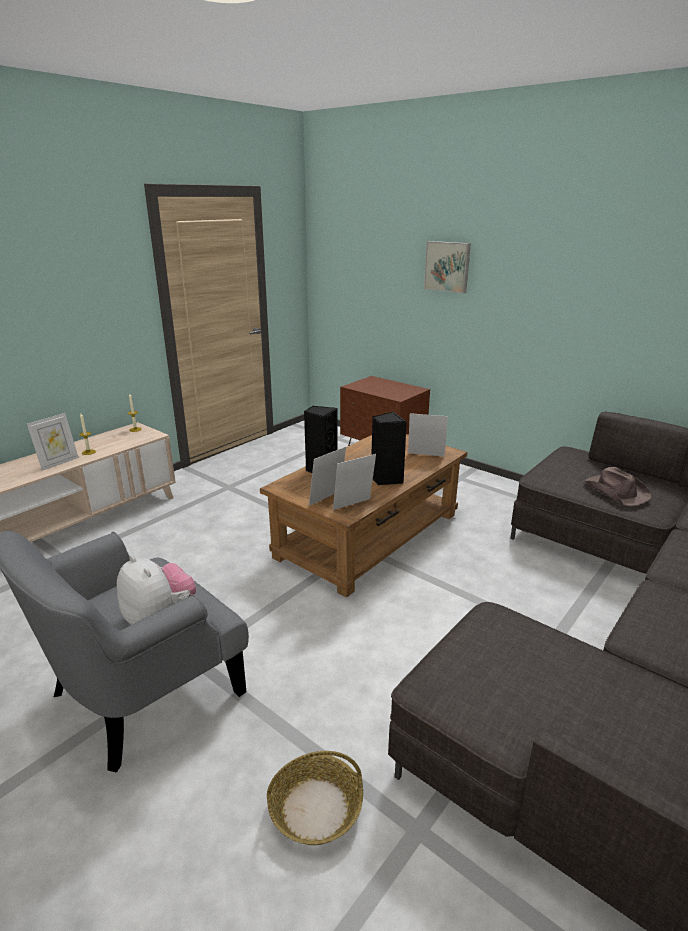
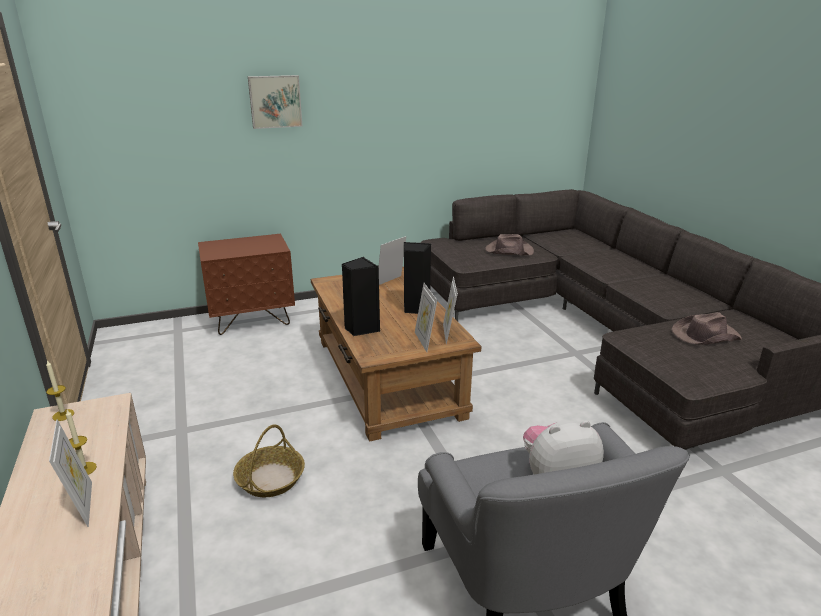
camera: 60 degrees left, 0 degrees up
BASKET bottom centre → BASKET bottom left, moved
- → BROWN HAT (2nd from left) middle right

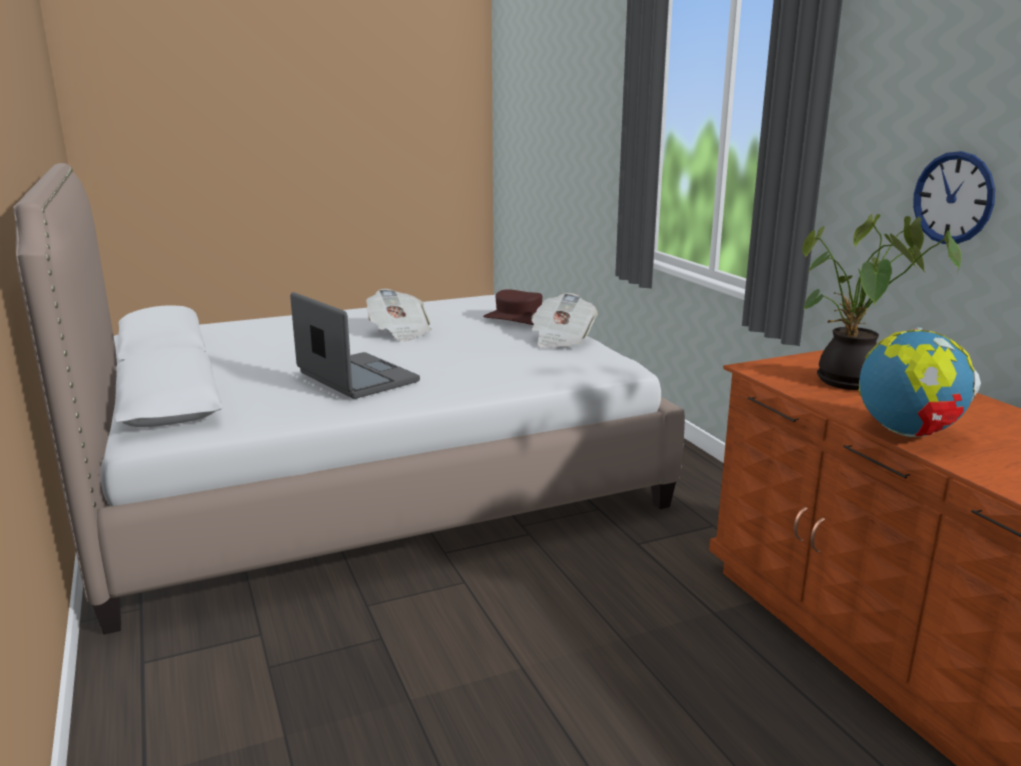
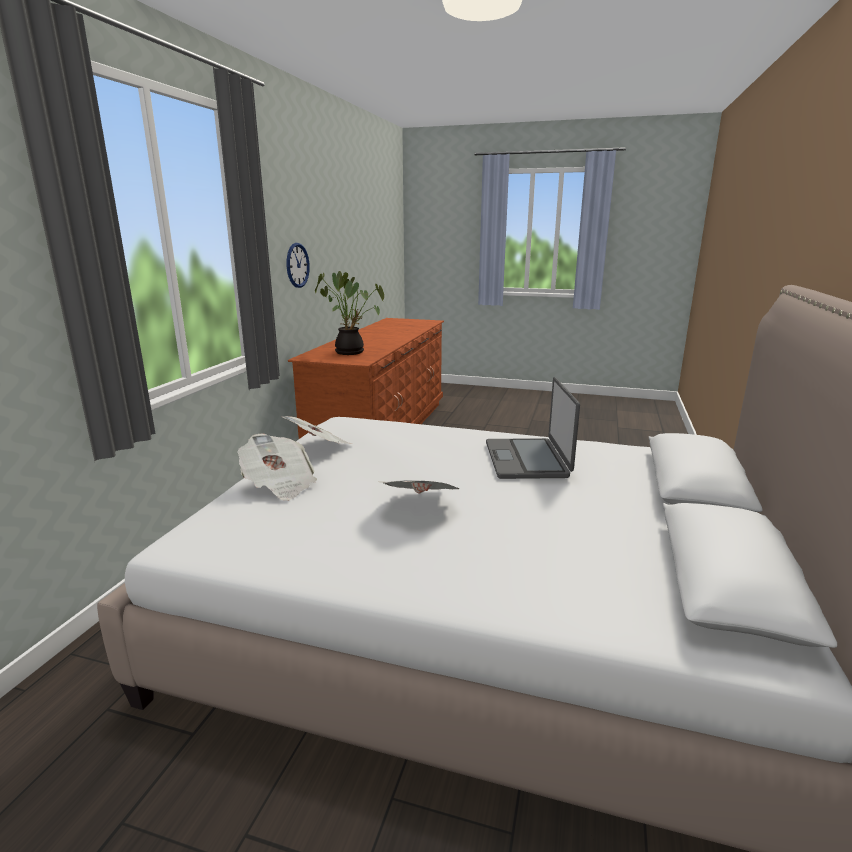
camera: 140 degrees left, 0 degrees up
BROWN HAT centre → NEWSPAPER (1st from left) middle left
GLOBE middle right → -

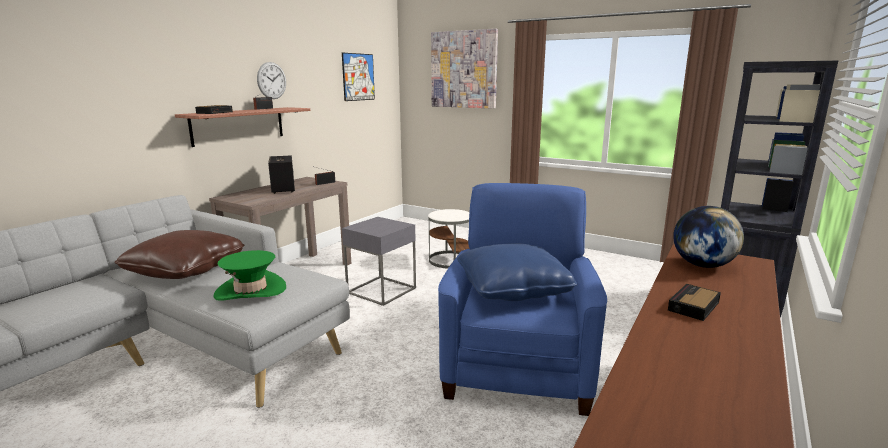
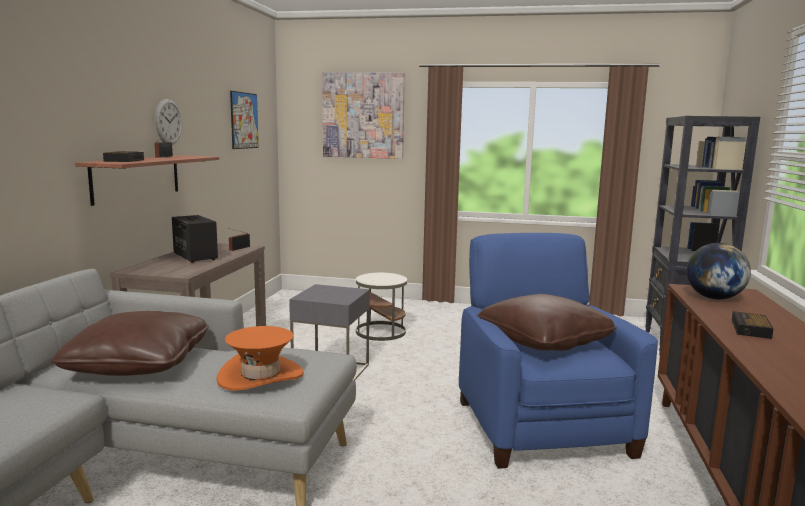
camera: 20 degrees left, 5 degrees down
BLUE PILLOW centre → BROWN PILLOW (2nd from left) middle right
GREEN HAT middle left → ORANGE HAT bottom left

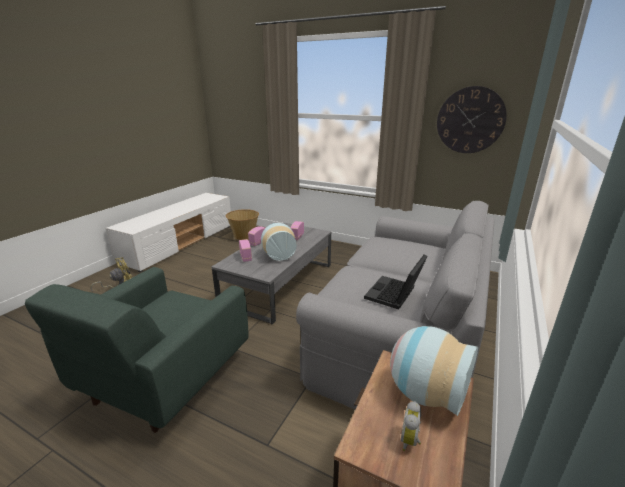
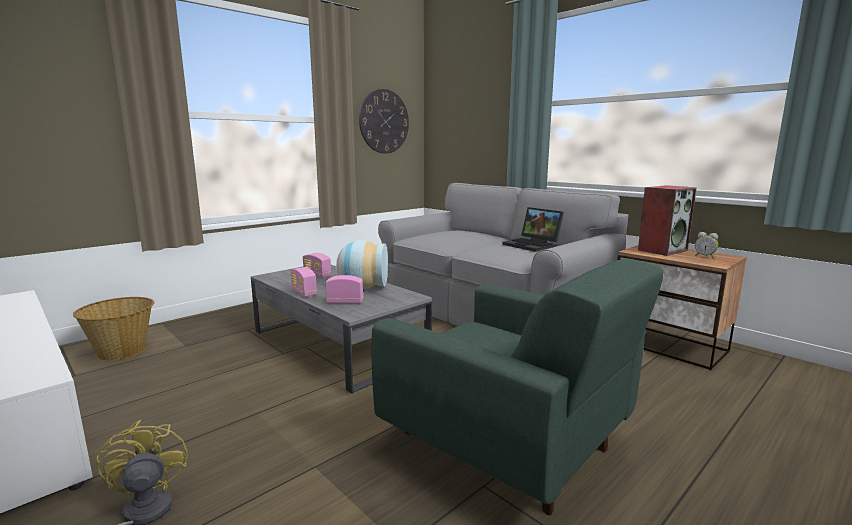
camera: 70 degrees left, 10 degrees down
VASE (2nd from left) bottom right → SPEAKER middle right

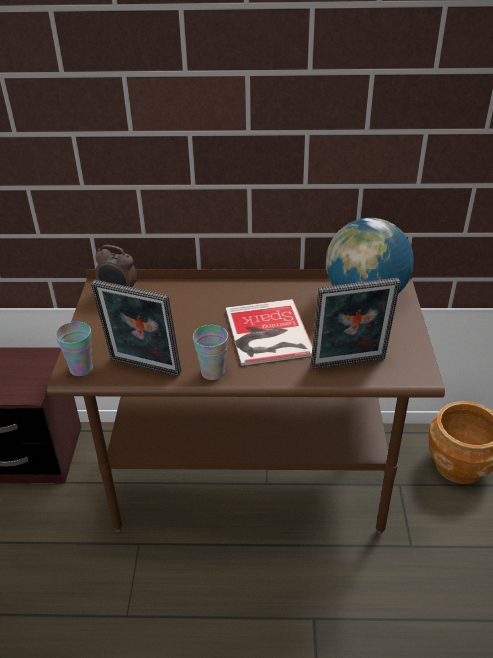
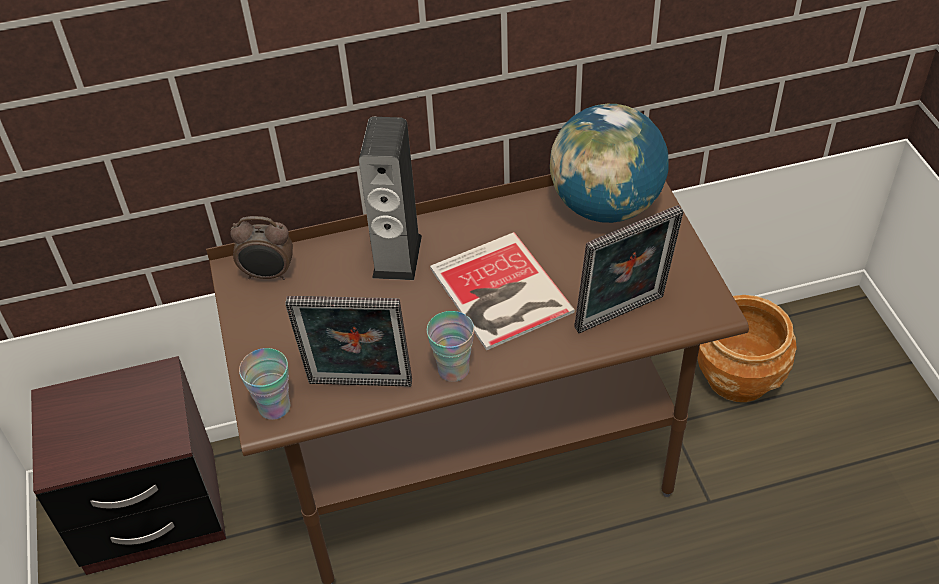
camera: 15 degrees left, 10 degrees up
- → SPEAKER centre

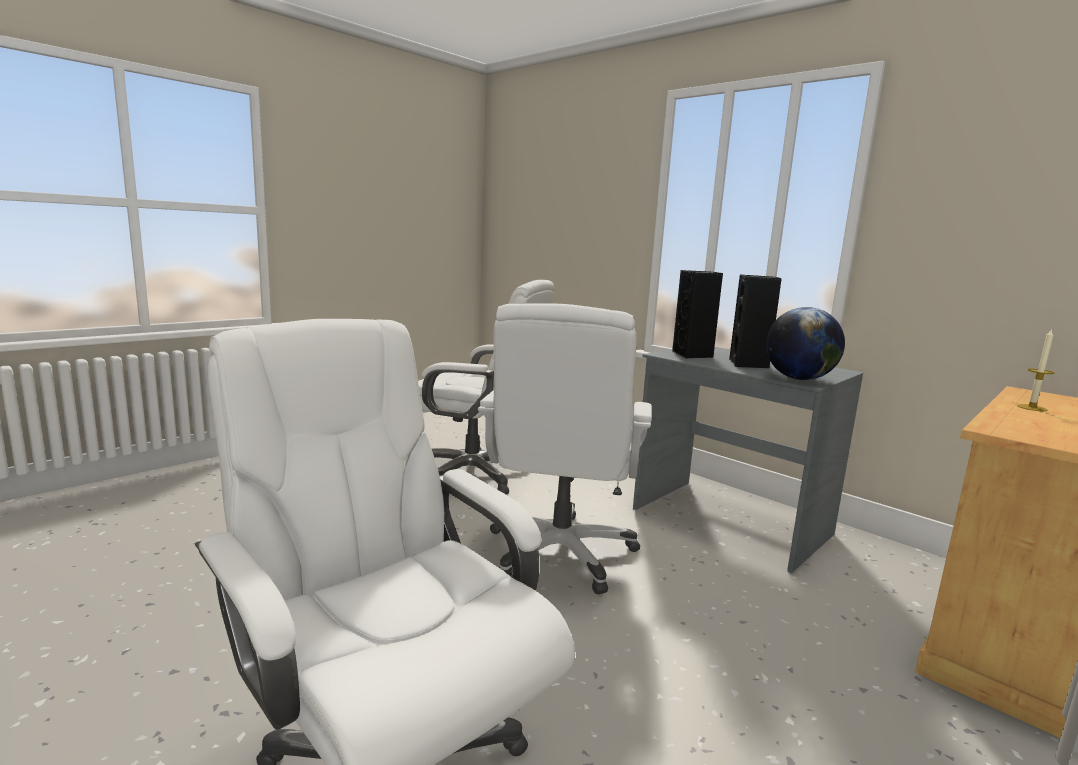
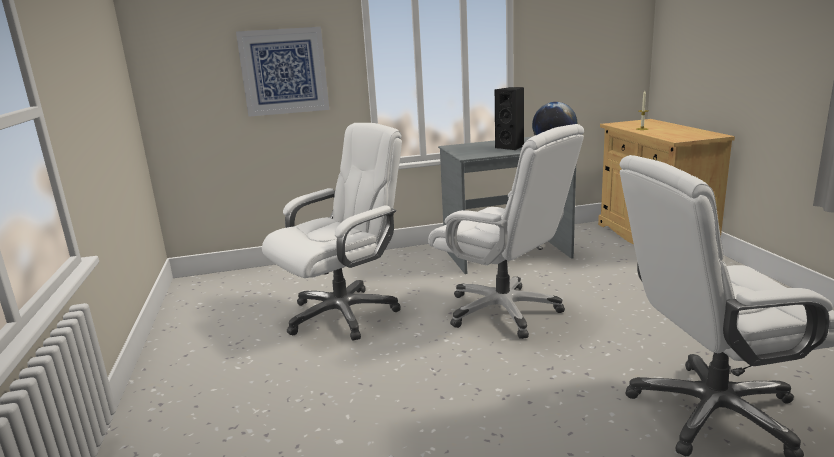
camera: 55 degrees left, 5 degrees up
BLACK SPEAKER (1st from left) centre → -
- → PICTURE top centre

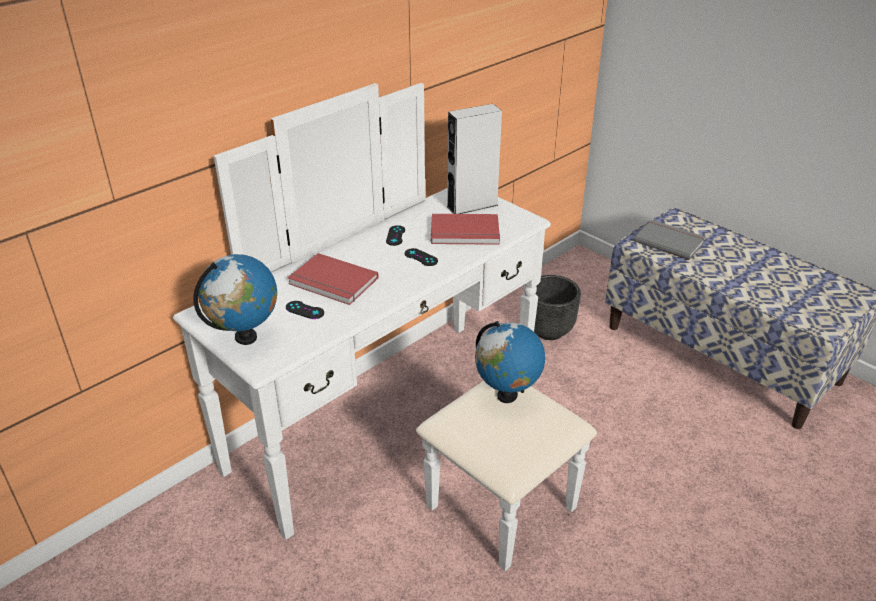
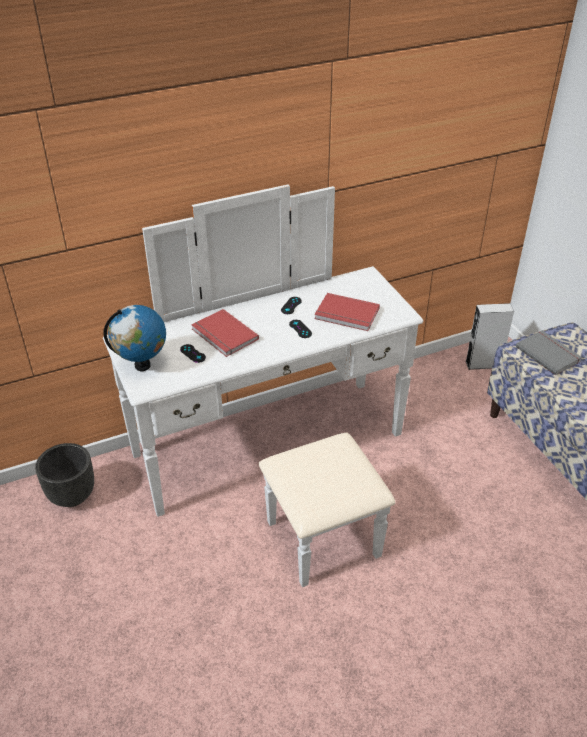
camera: 20 degrees right, 5 degrees up
GREY SPEAKER top centre → GREY SPEAKER middle right, moved
BLACK PLANTER centre → BLACK PLANTER middle left, moved
GLOBE (2nd from left) centre → -

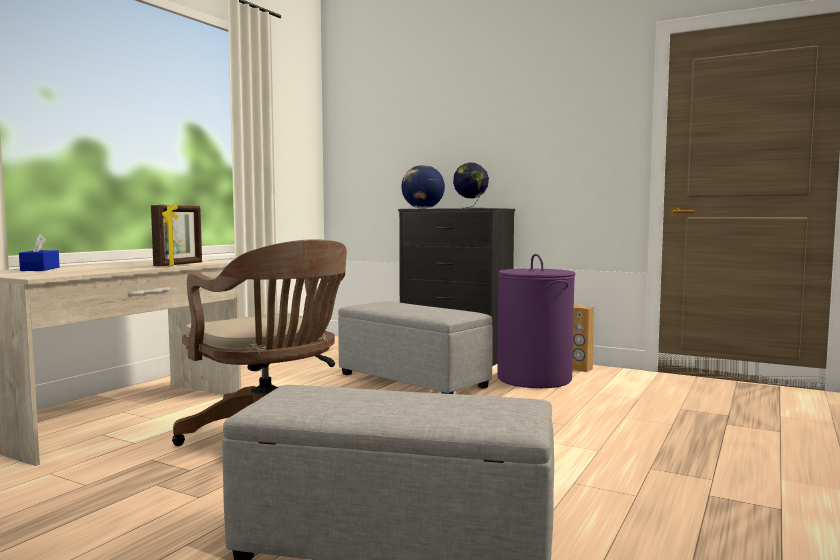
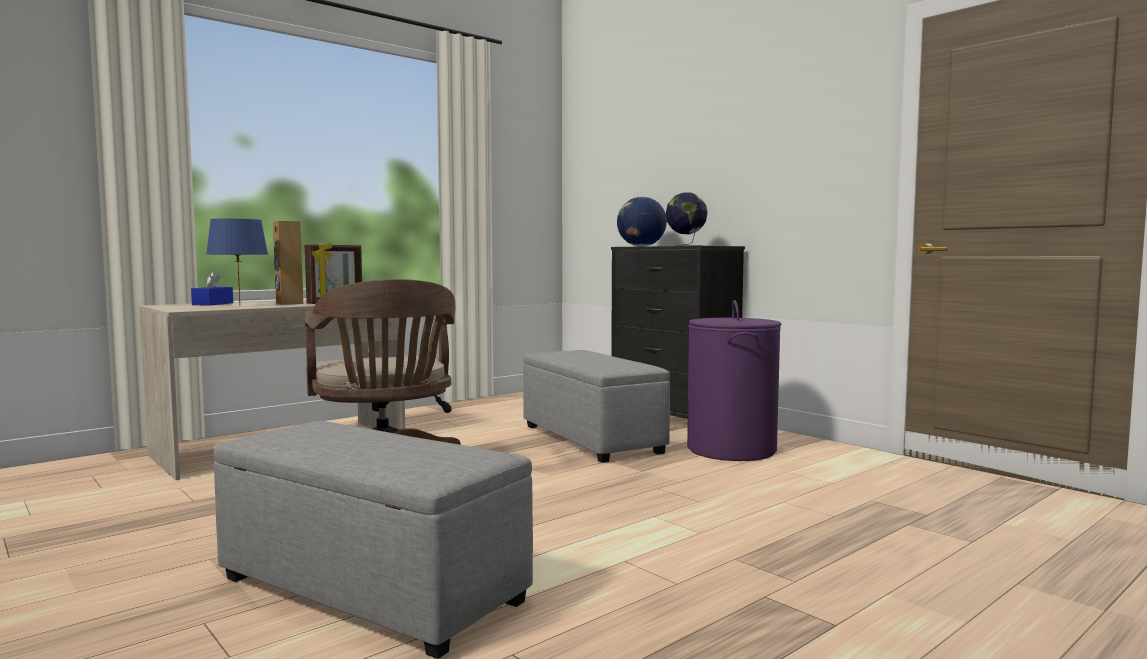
camera: 20 degrees right, 0 degrees up
BROWN SPEAKER middle right → BROWN SPEAKER middle left, moved
- → BLUE TABLE LAMP middle left

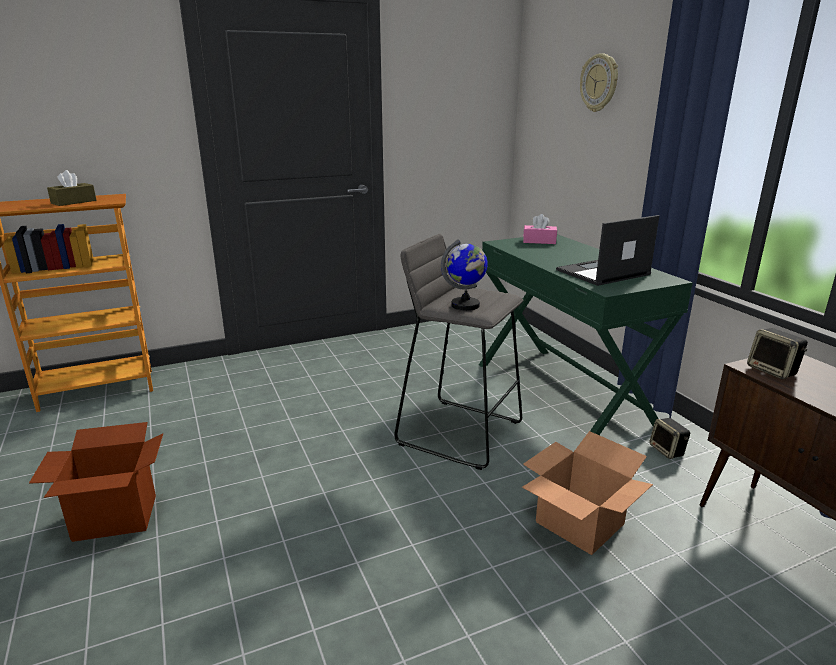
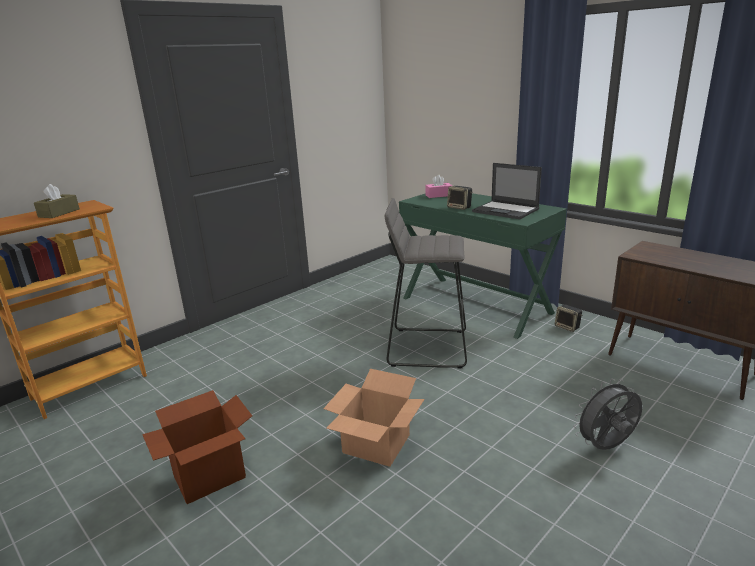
camera: 20 degrees left, 0 degrees up
WALL CLOCK top right → -
LAPTOP middle right, 90 degrees counterclockwise
GLOBE centre → -
SPEAKER (2nd from left in the first image) middle right → SPEAKER (1st from left) centre, moved
CARDBOARD BOX (2nd from left) bottom right → CARDBOARD BOX (2nd from left) bottom centre, moved
- → GREY FAN bottom right

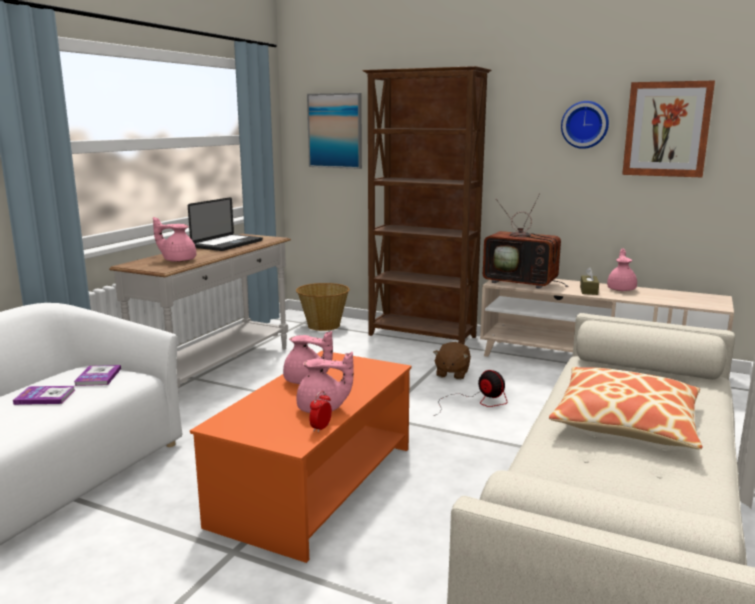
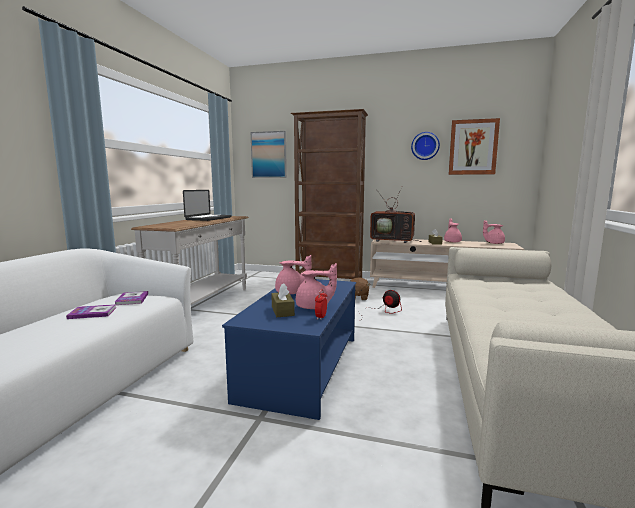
camera: 10 degrees left, 5 degrees down
PINK TEAPOT (1st from left in the first image) middle left → PINK TEAPOT (4th from left) middle right, moved
BASKET centre → -
ORANGE COFFEE TABLE bottom centre → BLUE COFFEE TABLE bottom centre
PILLOW bottom right → -
- → BROWN TISSUE BOX (1st from left) centre

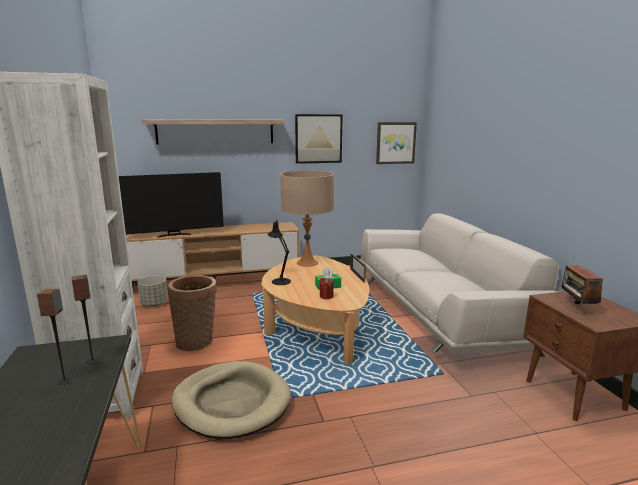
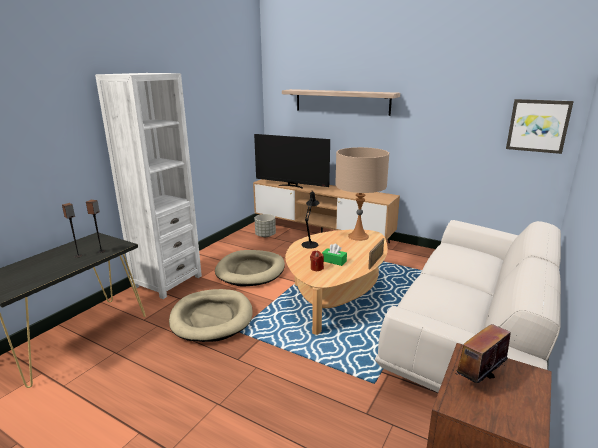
camera: 45 degrees right, 5 degrees up
PICTURE (1st from left) top centre → -
BASKET middle left → BEIGE DOG BED (2nd from left) centre

